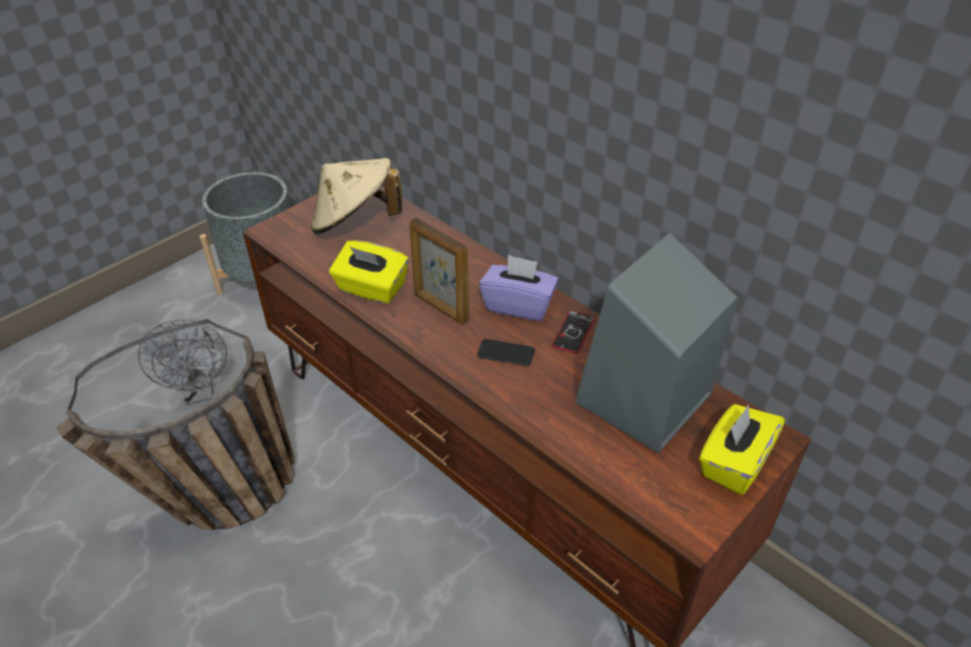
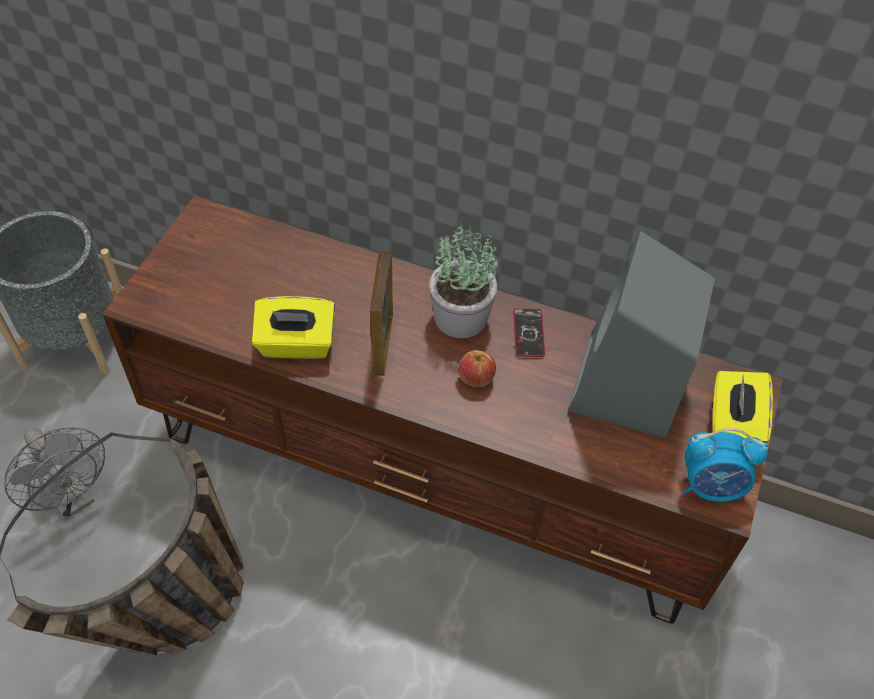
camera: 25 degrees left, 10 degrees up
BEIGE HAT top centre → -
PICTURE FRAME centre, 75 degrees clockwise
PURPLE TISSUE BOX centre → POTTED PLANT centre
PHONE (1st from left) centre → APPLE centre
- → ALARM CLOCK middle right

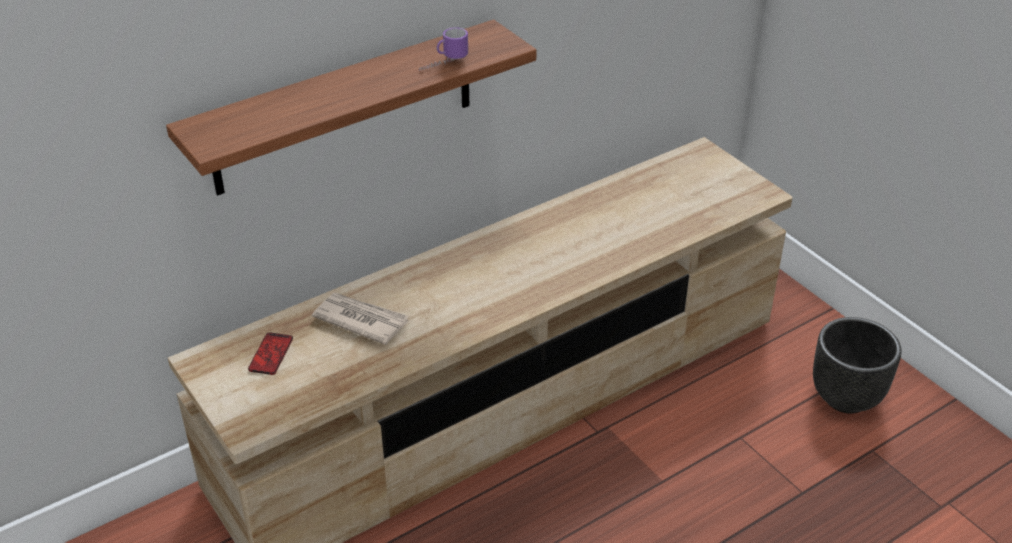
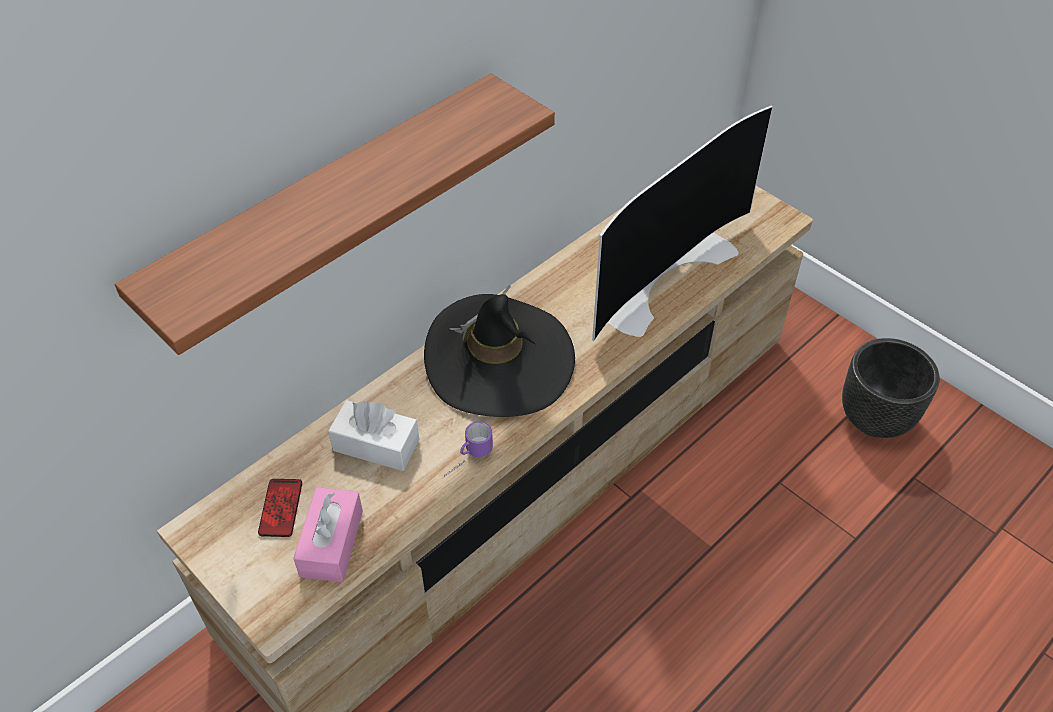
camera: 10 degrees left, 10 degrees up
MUG top centre → MUG centre, moved
NEWSPAPER centre → WHITE TISSUE BOX centre
- → TELEVISION top centre
- → BLACK HAT centre
- → PINK TISSUE BOX bottom left

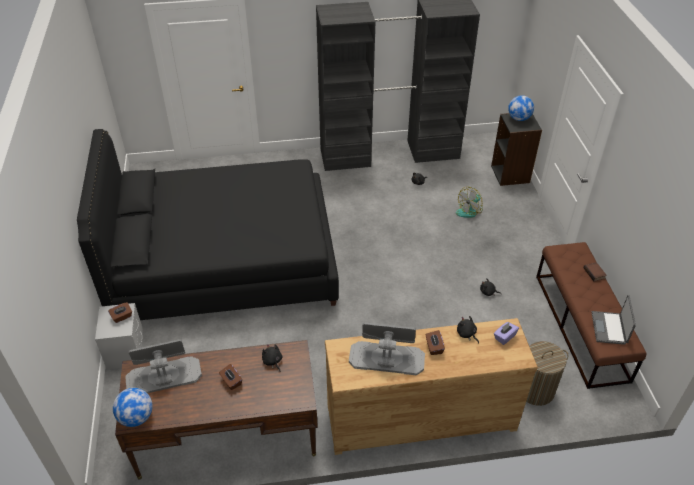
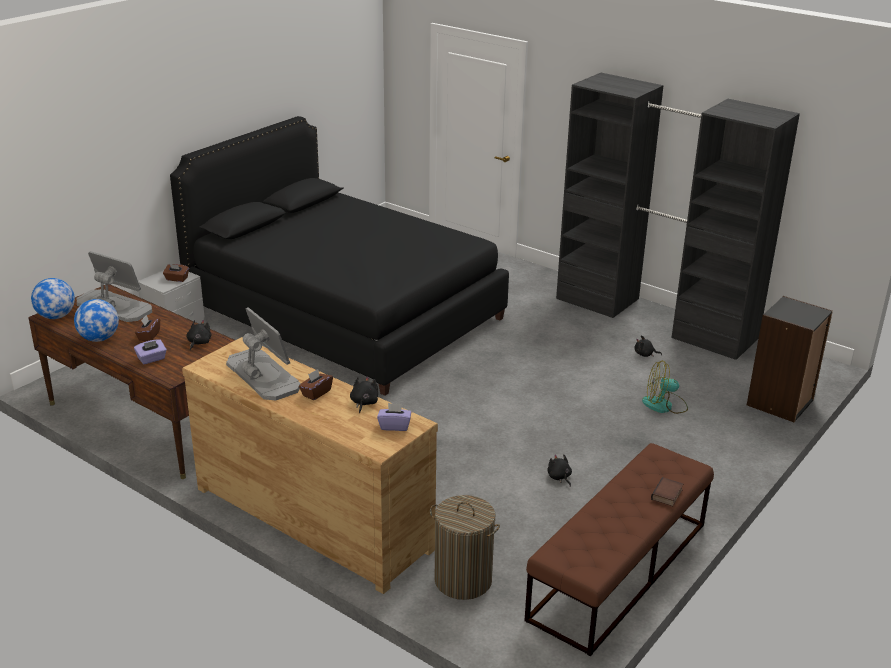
camera: 45 degrees right, 15 degrees down
GLOBE (2nd from left) top right → GLOBE (2nd from left) middle left, moved
LAPTOP middle right → -
- → PURPLE TISSUE BOX (1st from left) middle left

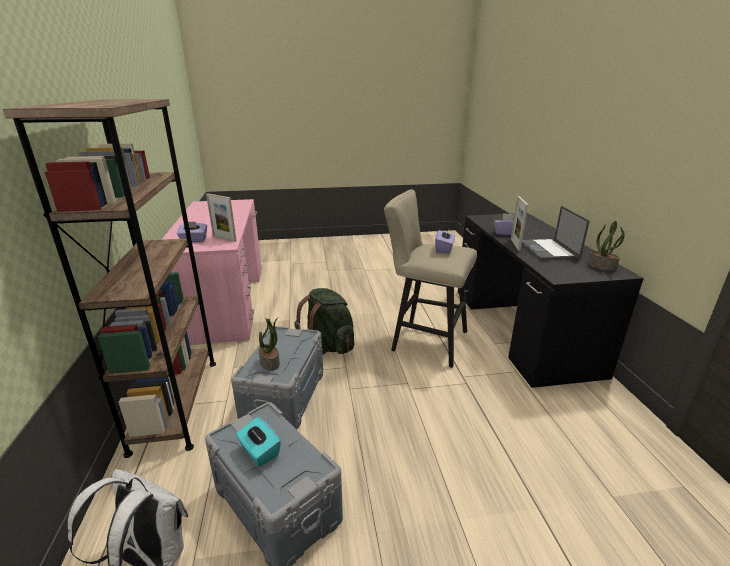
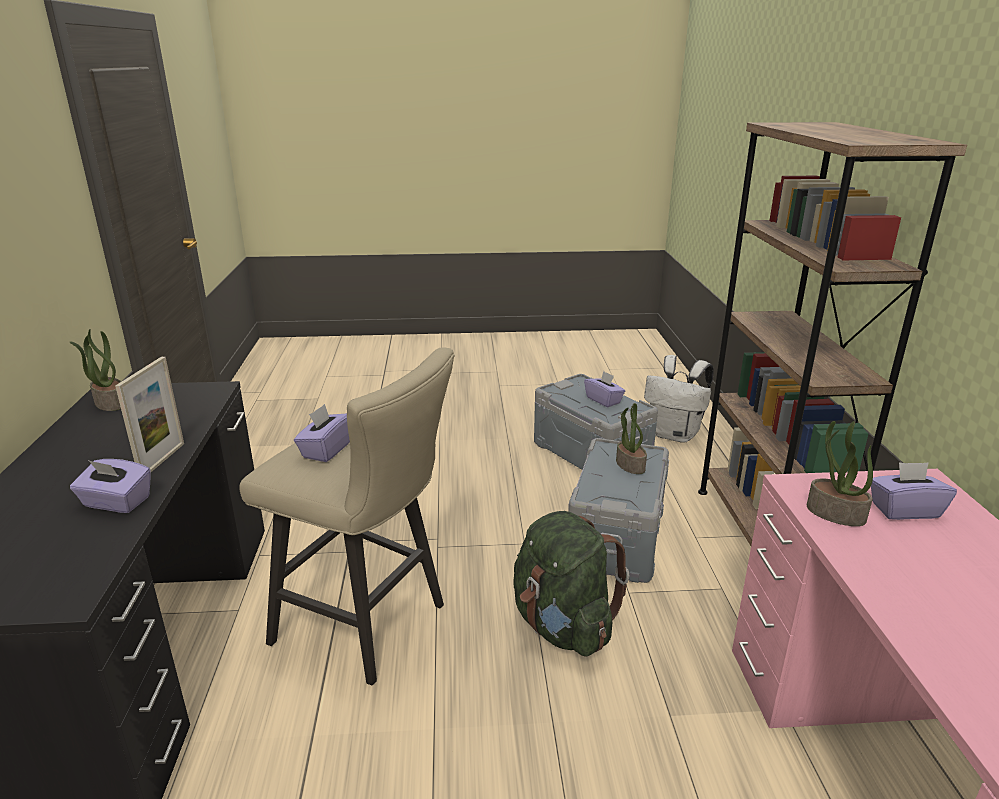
camera: 175 degrees left, 0 degrees up
PICTURE FRAME (1st from left) middle left → POTTED PLANT (3rd from left) middle right
LAPTOP middle right → -
TURQUOISE TISSUE BOX bottom centre → PURPLE TISSUE BOX (3rd from left) centre

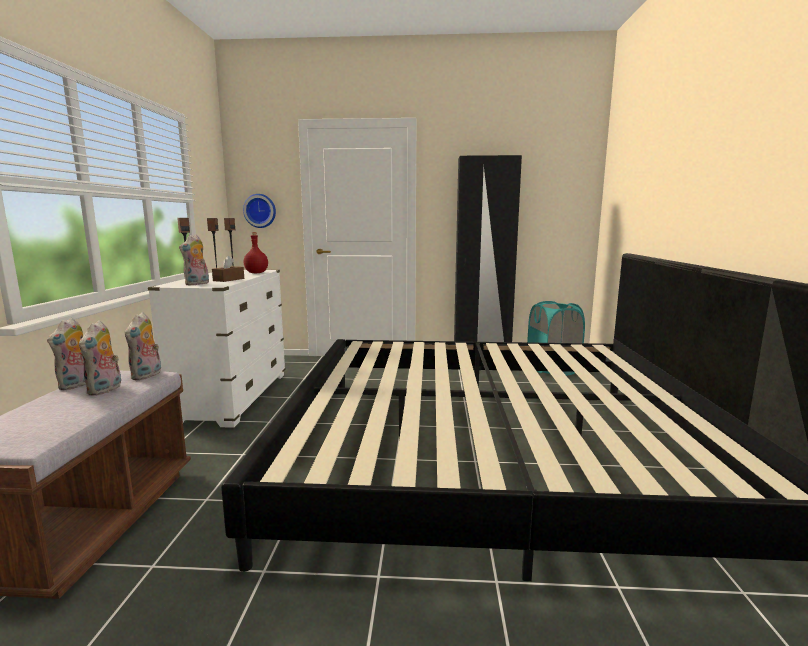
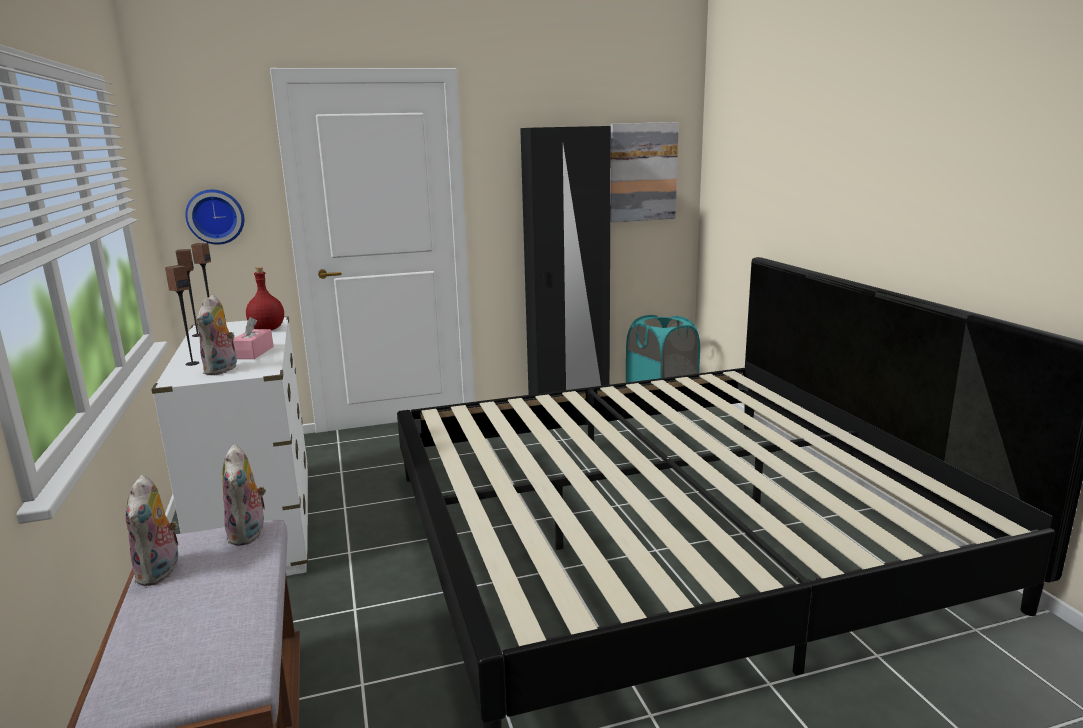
camera: 20 degrees left, 5 degrees up
BROWN TISSUE BOX middle left → PINK TISSUE BOX middle left
PLUSH TOY (2nd from left) middle left → -
- → PICTURE top centre

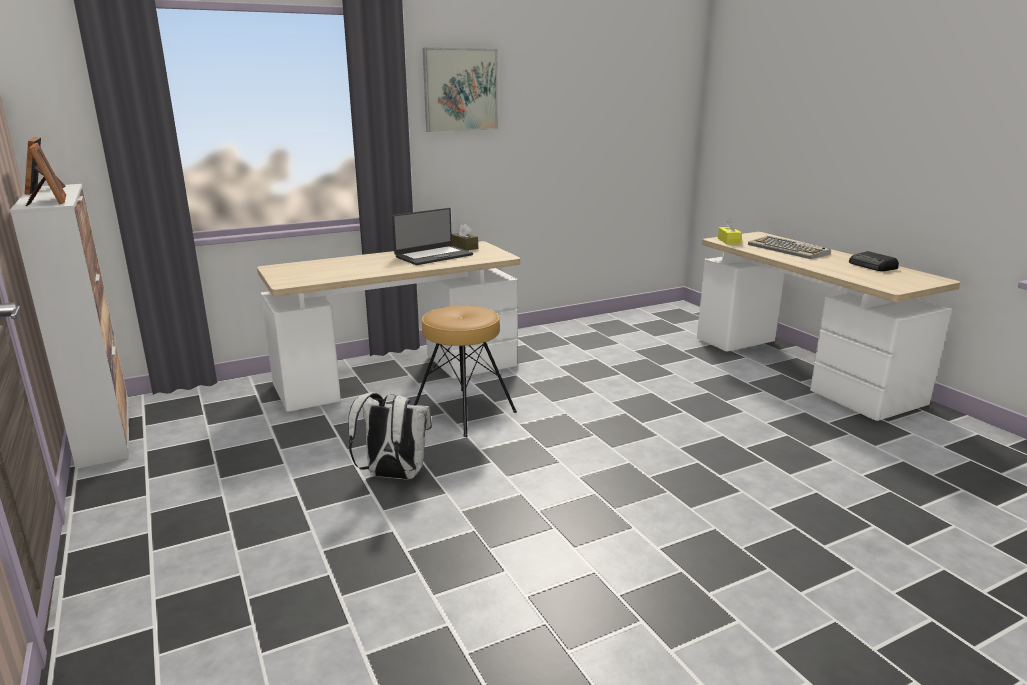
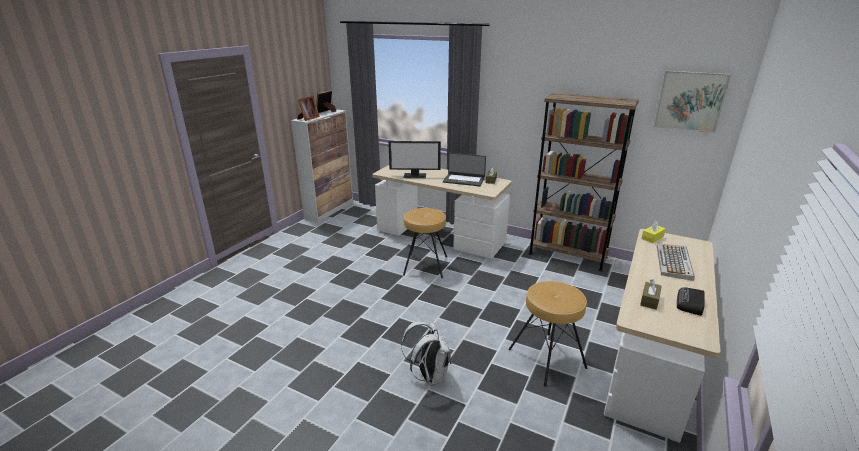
camera: 55 degrees right, 5 degrees up
PICTURE top centre → PICTURE top right, moved
WHITE BACKPACK centre → WHITE BACKPACK bottom centre, moved
- → BROWN BOOKCASE middle right
- → MONITOR centre
- → BROWN TISSUE BOX (2nd from left) middle right
- → BROWN STOOL (2nd from left) bottom centre

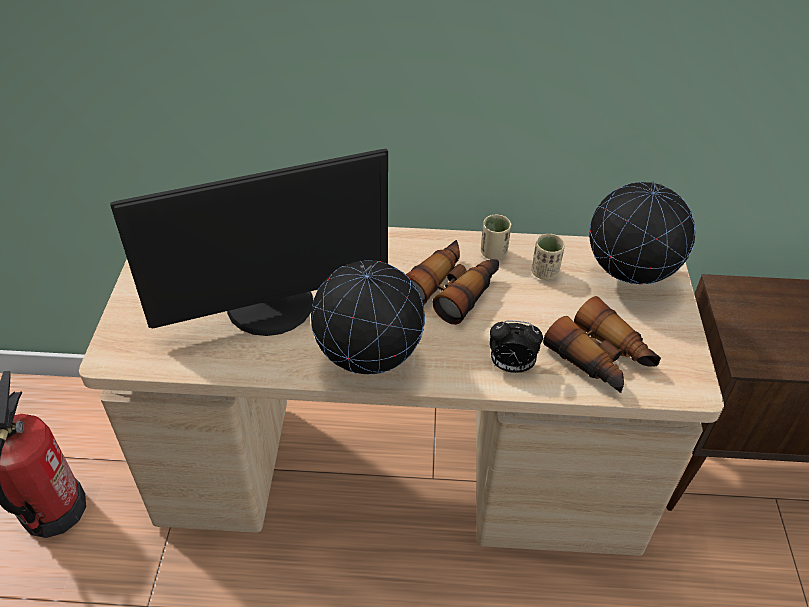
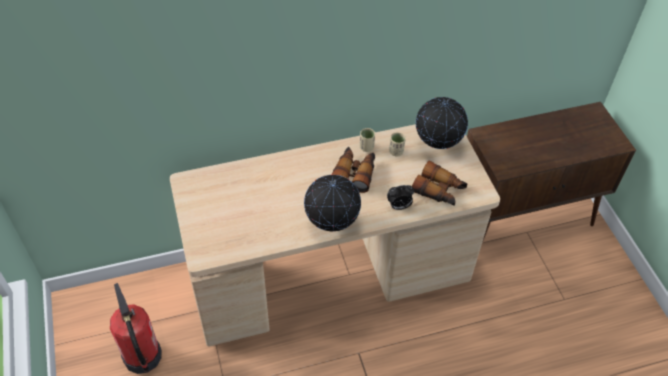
camera: 20 degrees left, 5 degrees up
MONITOR middle left → -

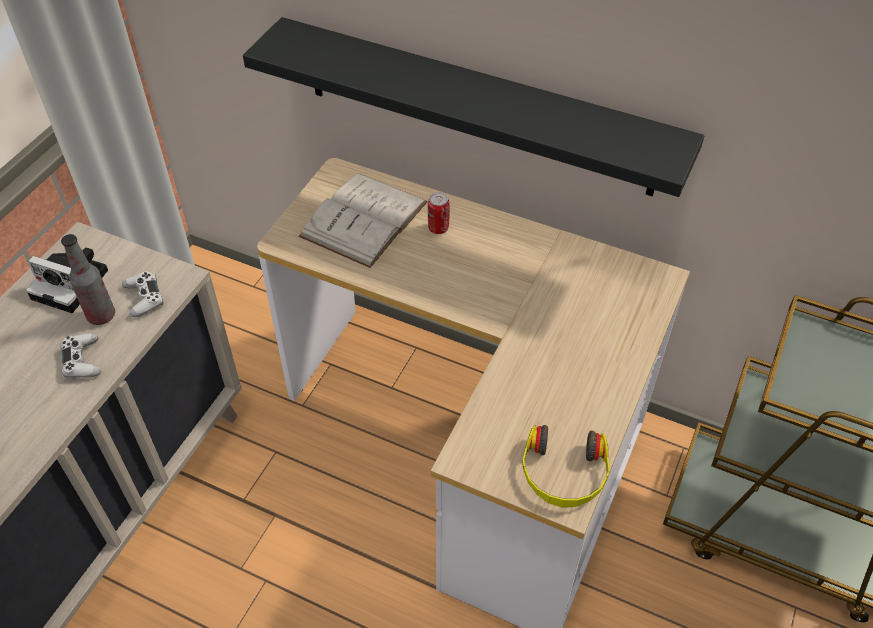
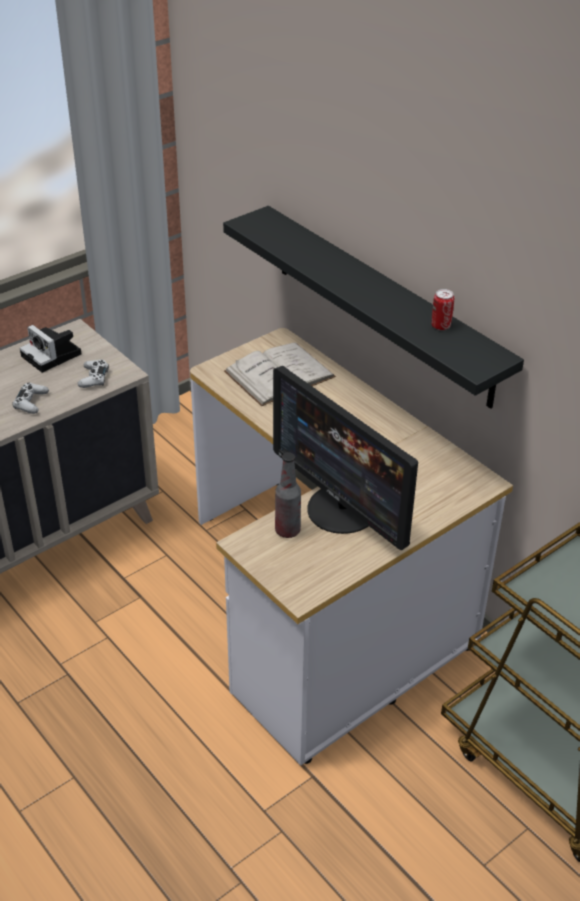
camera: 25 degrees right, 10 degrees down
CAN centre → CAN middle right, moved
BOTTLE middle left → BOTTLE centre, moved
HEADPHONES bottom centre → -
- → MONITOR centre

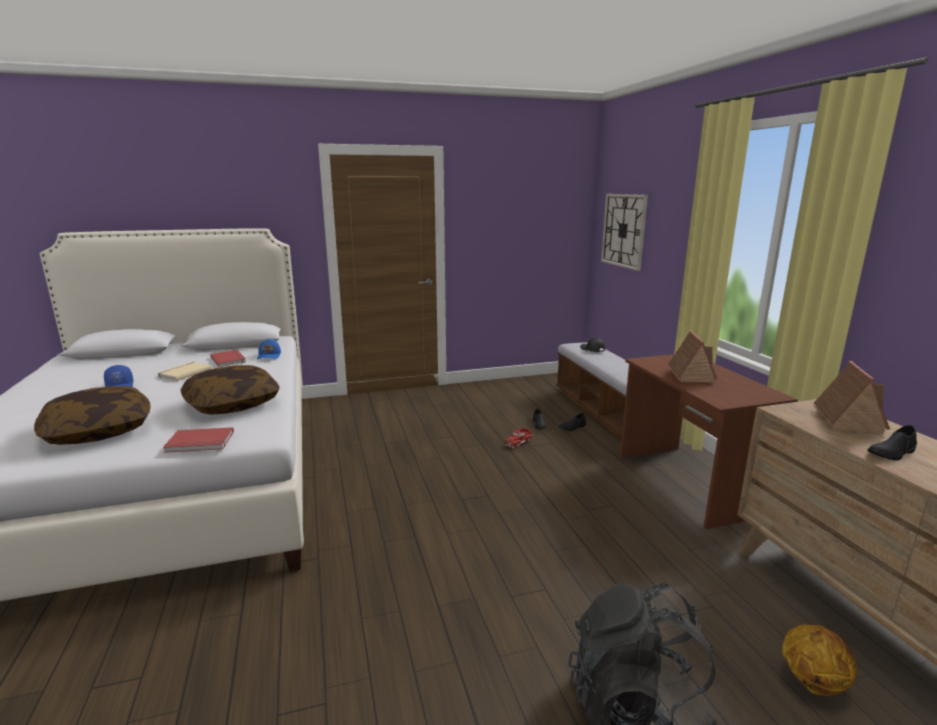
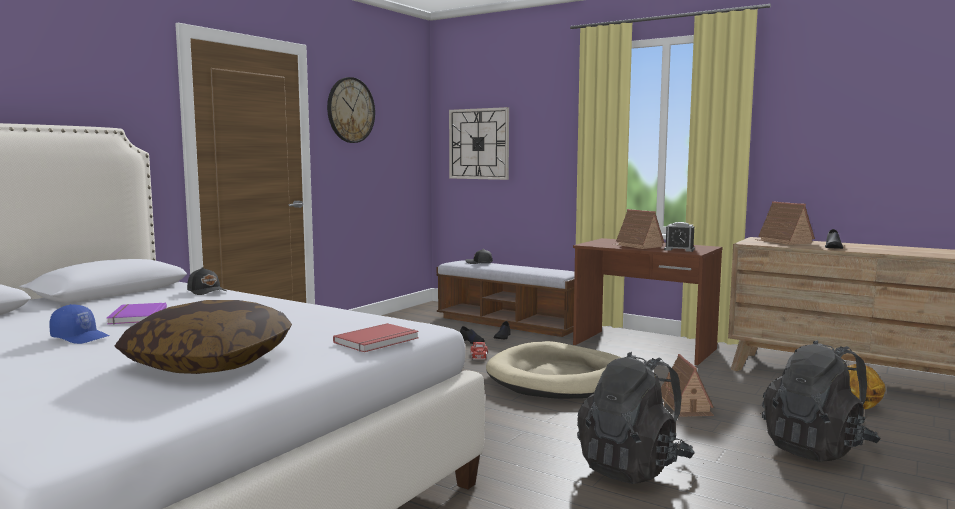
camera: 40 degrees left, 10 degrees down
BLUE CAP (2nd from left) middle left → BLACK CAP (1st from left) middle left
RED BOOK (2nd from left) middle left → -
BEIGE BOOK middle left → PURPLE BOOK middle left
PILLOW (2nd from left) middle left → -
- → WALL CLOCK (1st from left) top centre
- → ALARM CLOCK middle right
- → BEIGE DOG BED bottom centre
- → BLACK BACKPACK (1st from left) bottom centre
- → TOY HOUSE (2nd from left) bottom right

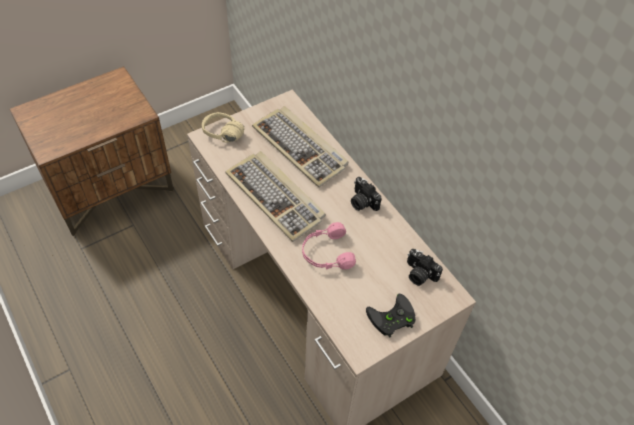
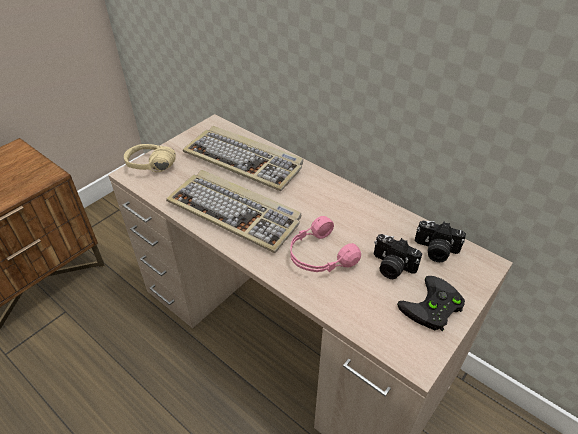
camera: 15 degrees left, 10 degrees down
PHOTO CAMERA (1st from left) centre → PHOTO CAMERA (1st from left) middle right, moved

